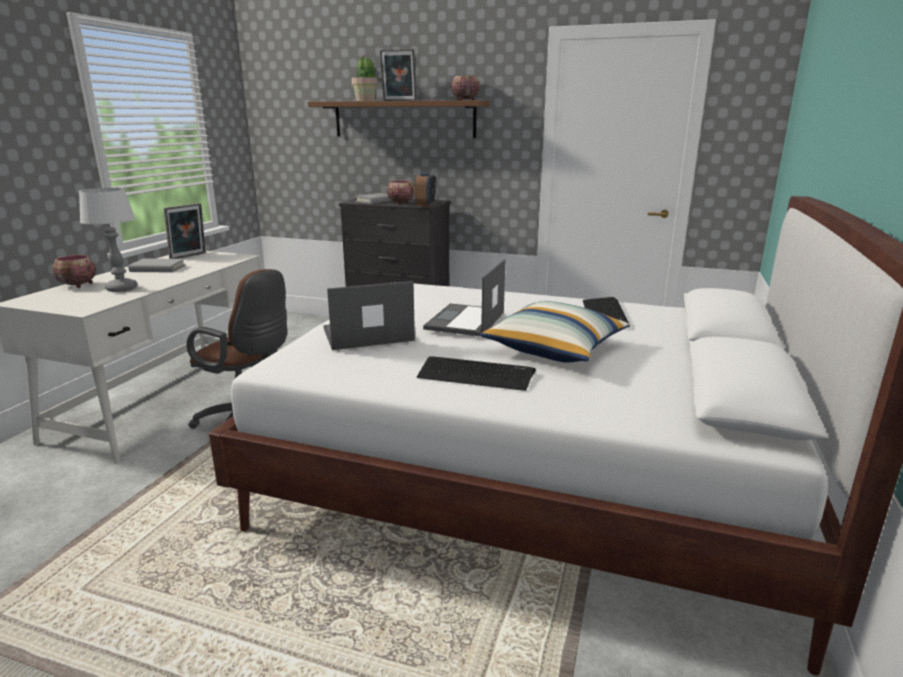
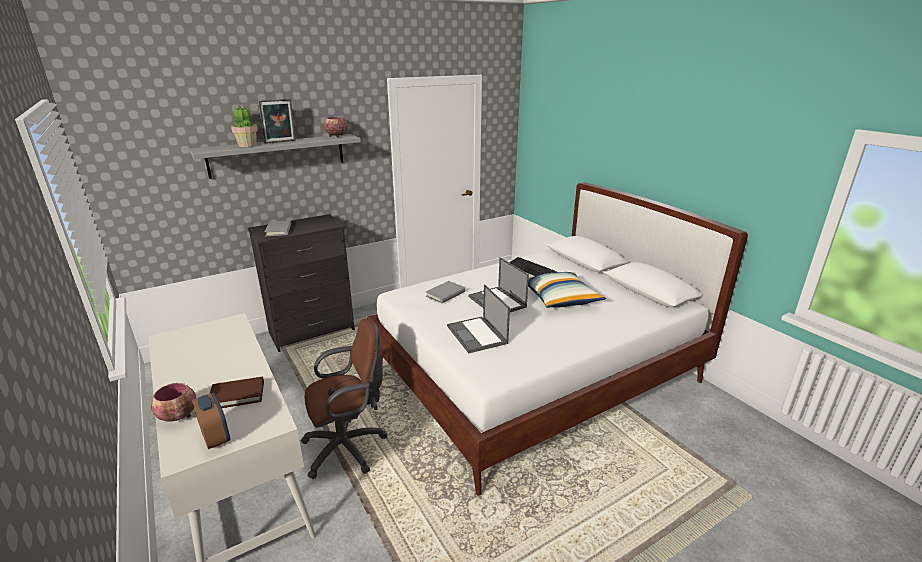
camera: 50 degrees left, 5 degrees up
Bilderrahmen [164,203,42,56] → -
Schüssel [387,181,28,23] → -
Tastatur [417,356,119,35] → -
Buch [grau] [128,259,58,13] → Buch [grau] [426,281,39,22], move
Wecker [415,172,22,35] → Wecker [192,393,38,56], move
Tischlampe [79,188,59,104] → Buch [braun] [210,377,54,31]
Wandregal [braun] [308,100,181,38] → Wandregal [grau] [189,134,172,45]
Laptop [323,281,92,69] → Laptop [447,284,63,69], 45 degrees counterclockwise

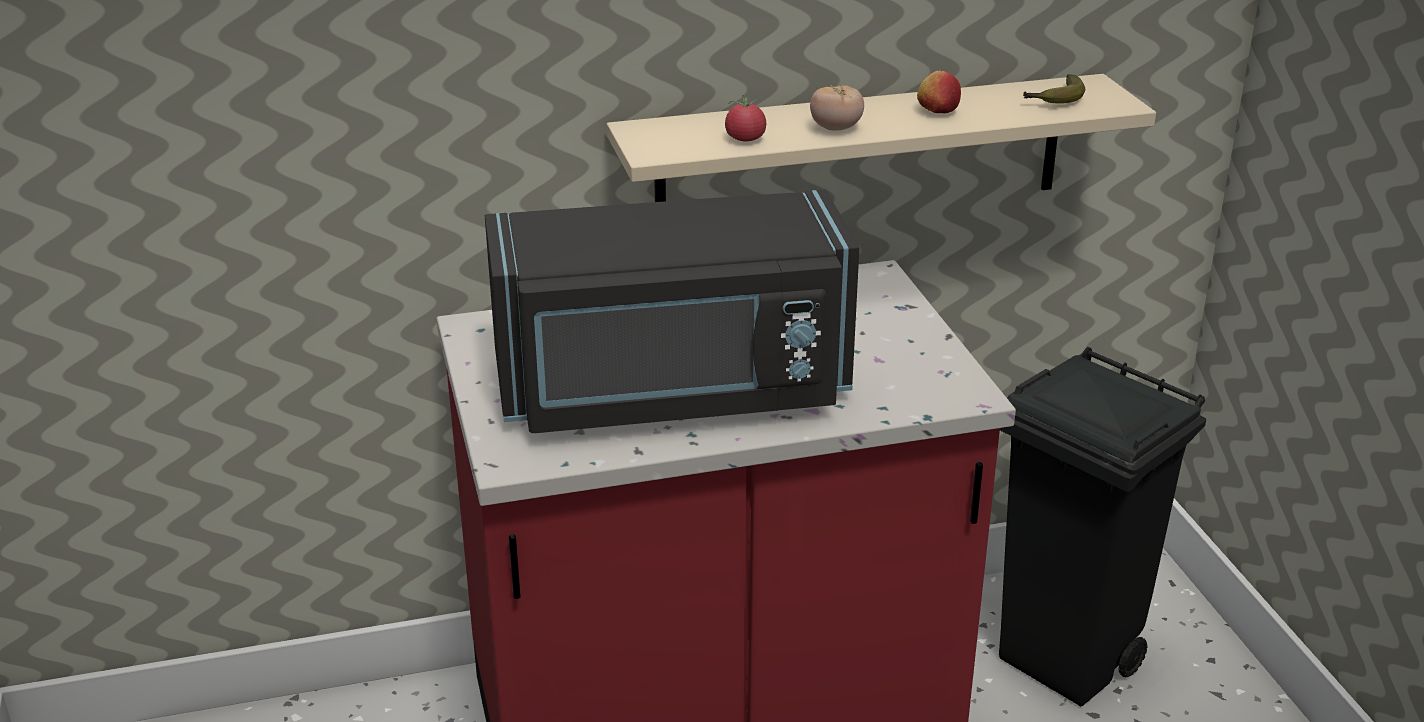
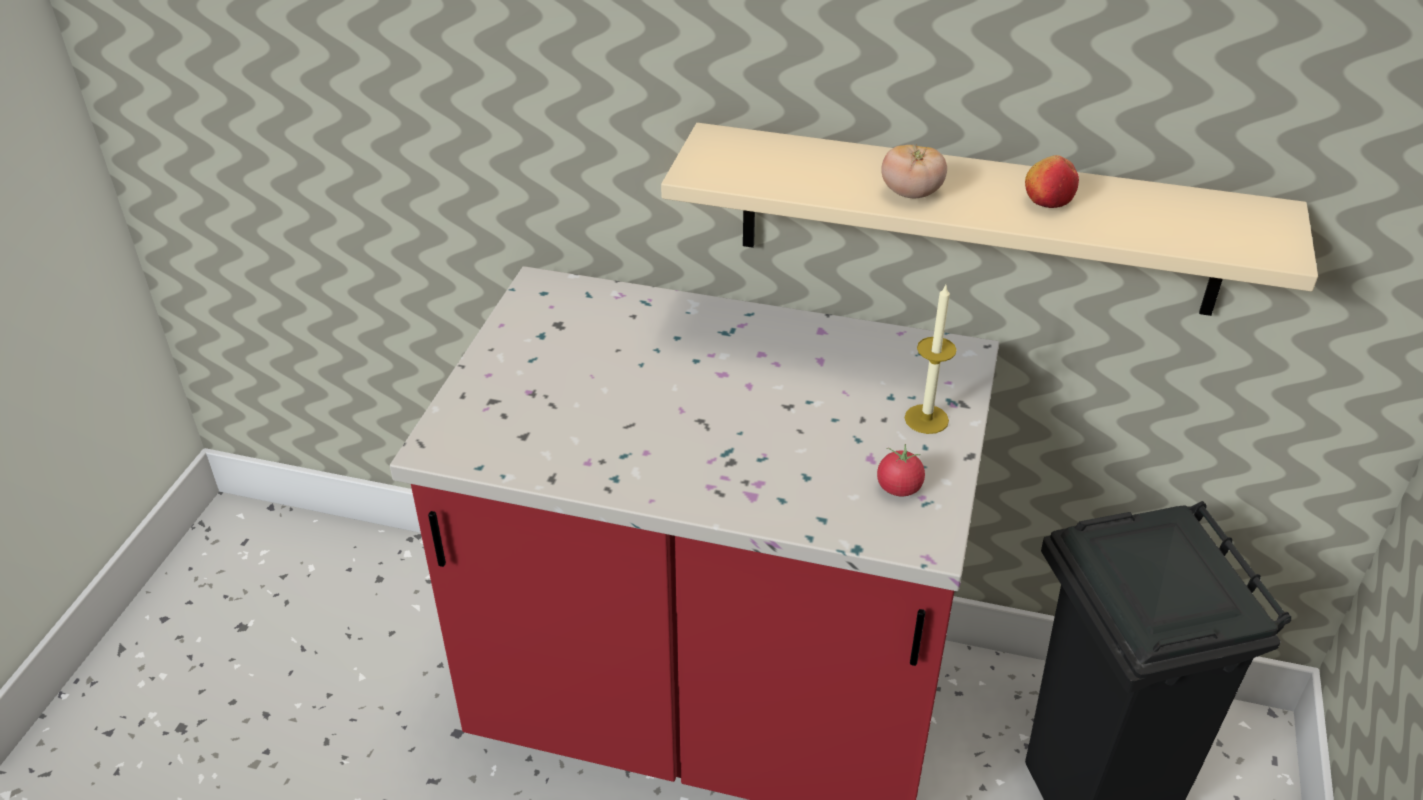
camera: 30 degrees right, 10 degrees up
Mikrowelle [schwarz] [485,190,374,243] → -
Banane [1023,74,62,30] → -
- → Kerze [905,285,52,149]
Tomate [725,95,41,46] → Tomate [877,444,48,52], move

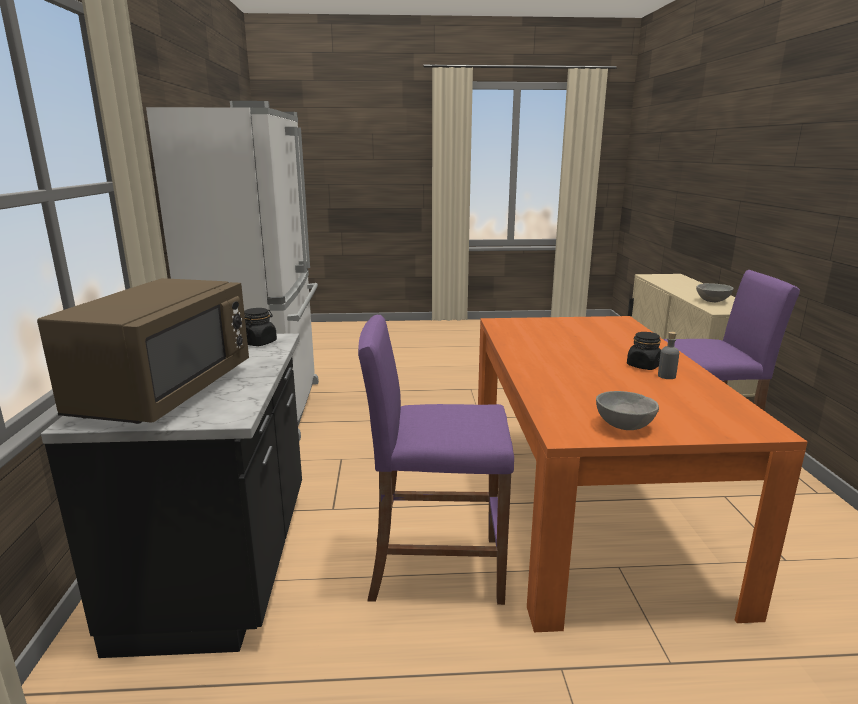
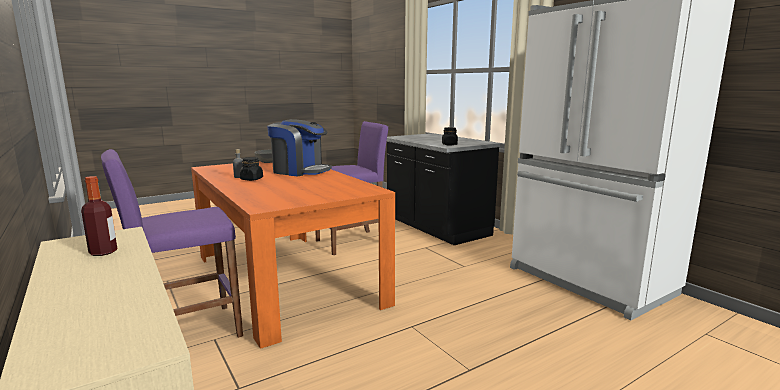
camera: 150 degrees right, 5 degrees down
Mikrowelle [braun] [37,278,212,146] → -
- → Kaffeemaschine [267,119,65,57]
Schüssel [grau] [696,283,38,19] → Flasche [81,176,36,80]

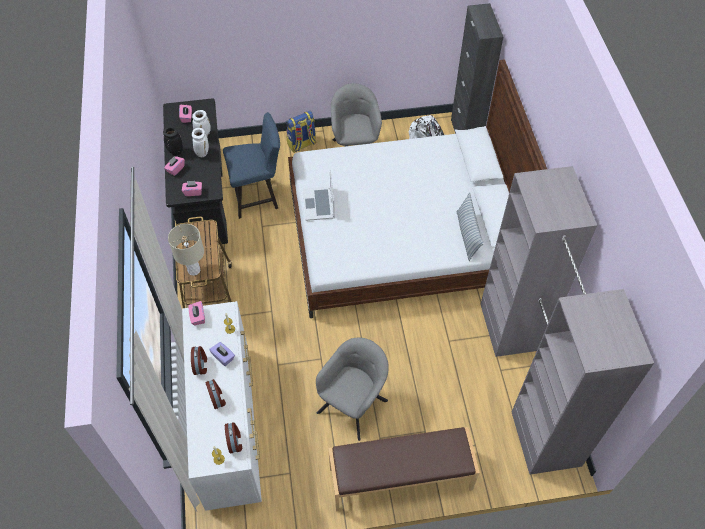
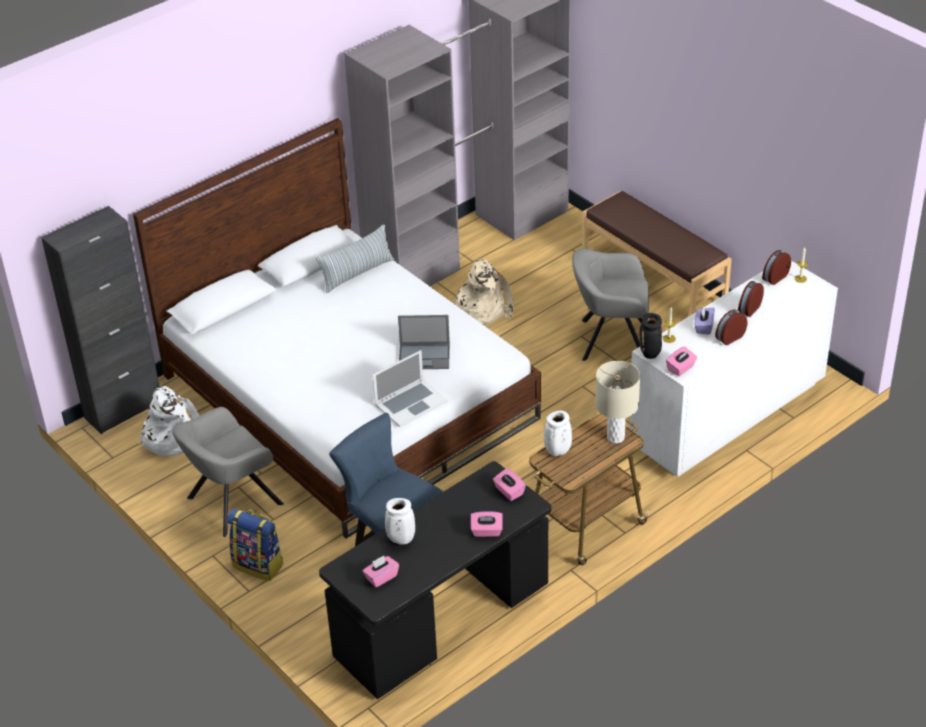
camera: 120 degrees left, 15 degrees down
- → Laptop [398,315,52,54]
- → Rucksack [beige] [454,259,60,66]
Vase [schwarz] [163,127,20,28] → Vase [schwarz] [640,313,22,46], move
Vase [weiß] [192,128,17,29] → Vase [weiß] [544,410,28,46], move

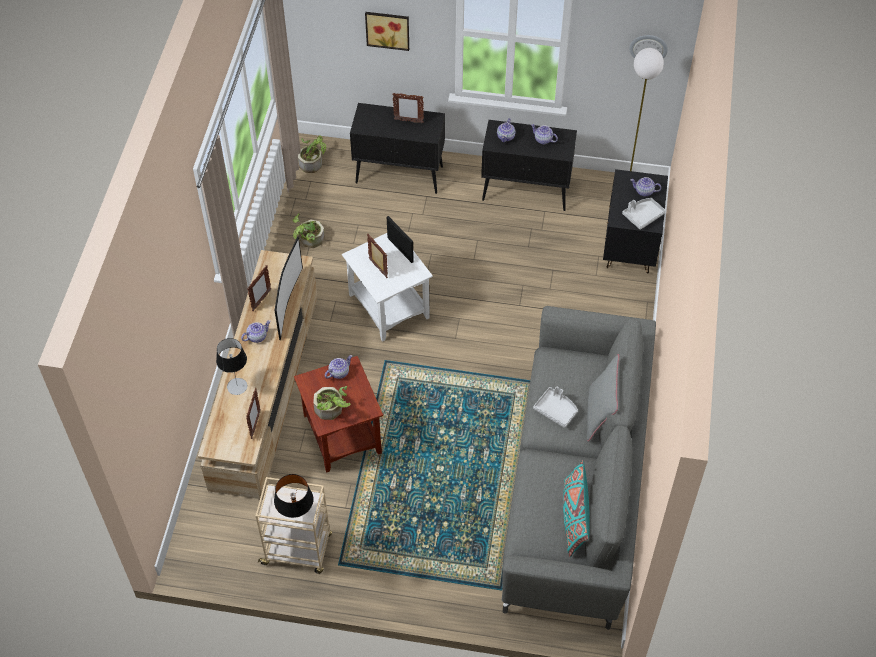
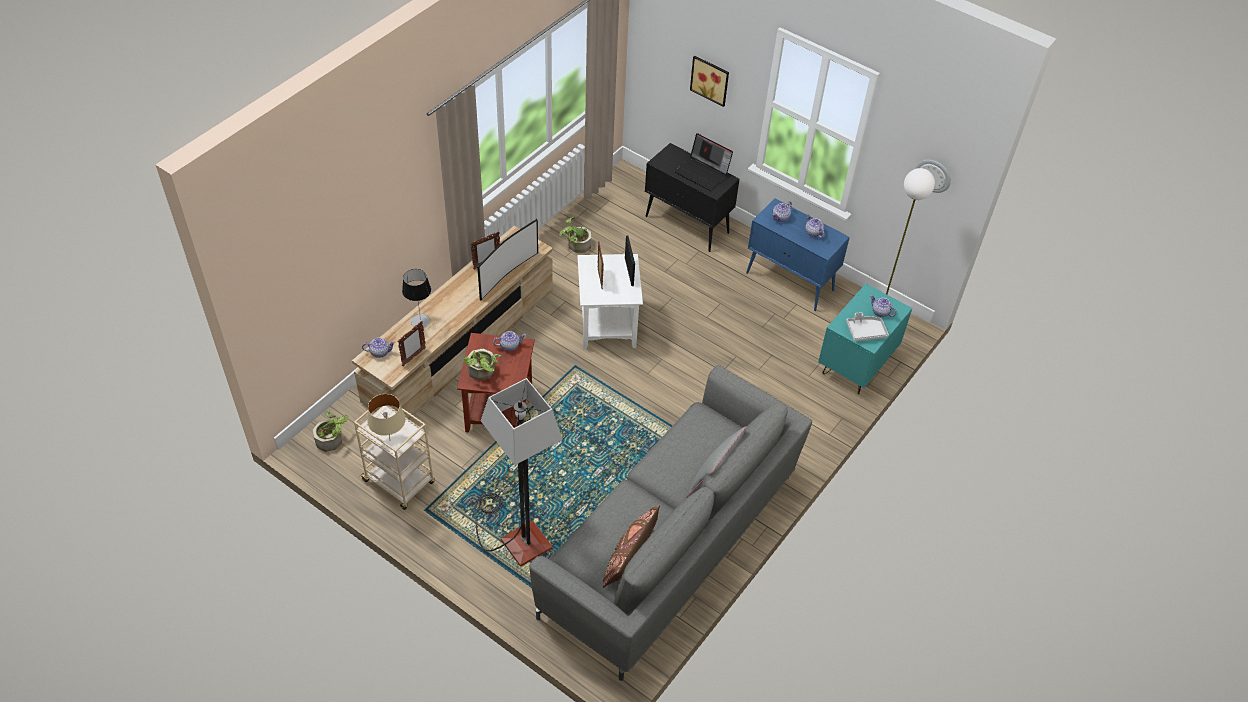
camera: 25 degrees right, 5 degrees down
Tablett [grau] [533,387,45,41] → -
- → Stehlampe [474,378,89,189]
Teekanne [241,320,30,23] → Teekanne [362,338,33,20], move
Topfpflanze [298,135,28,38] → Topfpflanze [313,410,36,42], move
Bilderrahmen [392,93,32,30] → Laptop [675,133,58,58]
Tischlampe [schwarz] [274,474,39,44] → Tischlampe [beige] [367,394,39,44]
Schrank [schwarz] [481,120,96,91] → Schrank [blau] [746,198,104,113]
Kissen [türkis] [563,460,27,97] → Kissen [braun] [603,505,57,83]
Nachttisch [schwarz] [603,169,65,104] → Nachttisch [türkis] [818,284,94,110]

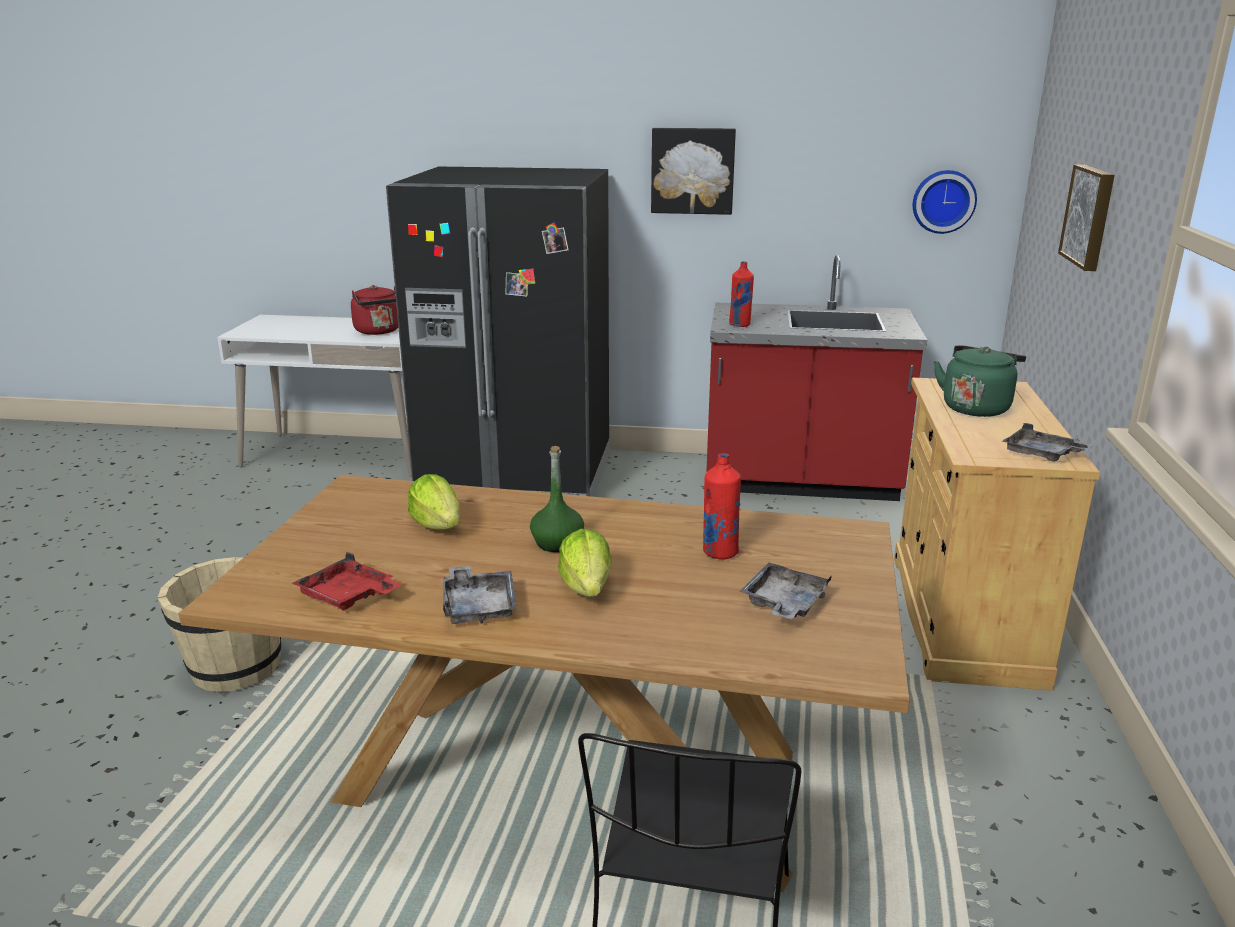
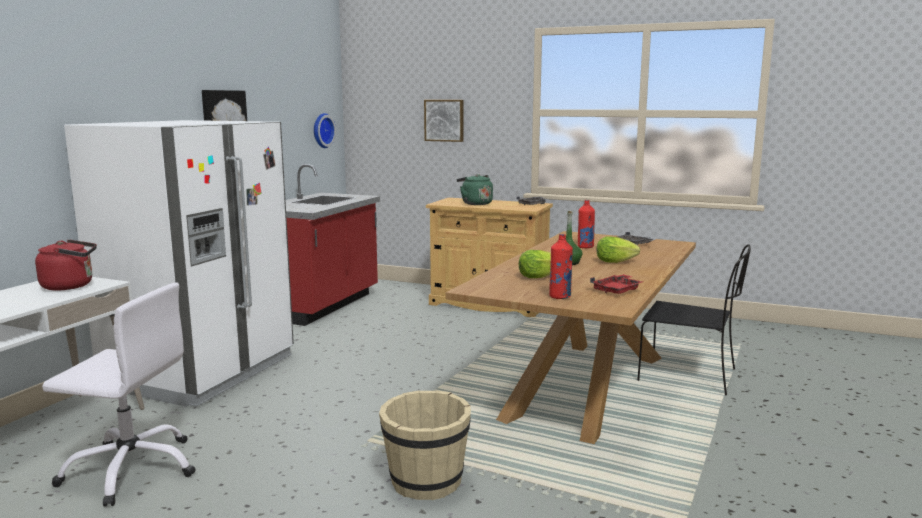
camera: 75 degrees left, 10 degrees down
Tablett [grau] [443,566,74,58] → -
- → Bürostuhl [weiß] [42,283,154,224]
Flasche [rot] [729,262,25,65] → Flasche [rot] [549,234,24,65], move
Kühlschrank [schwarz] [386,167,223,330] → Kühlschrank [weiß] [64,120,230,287]

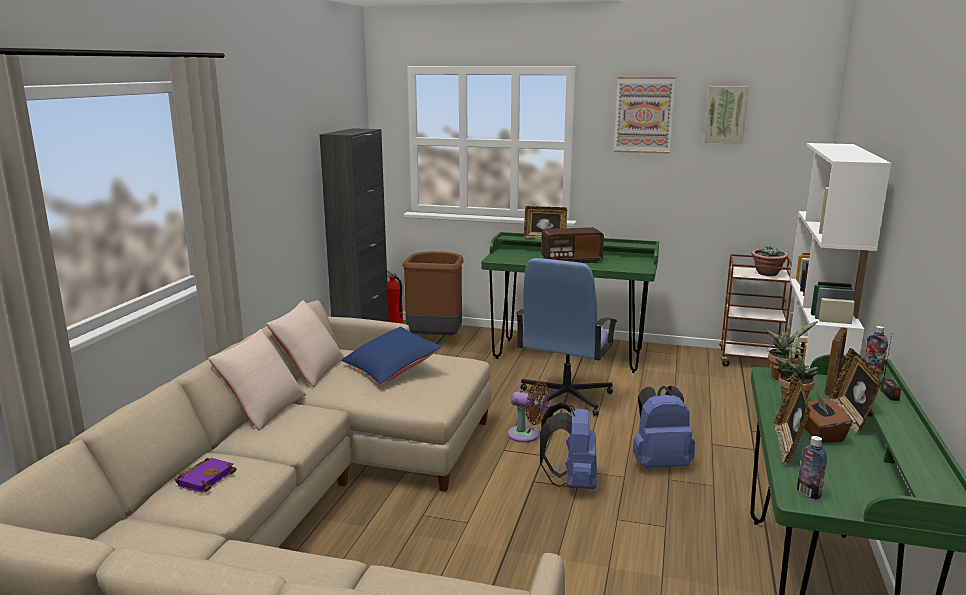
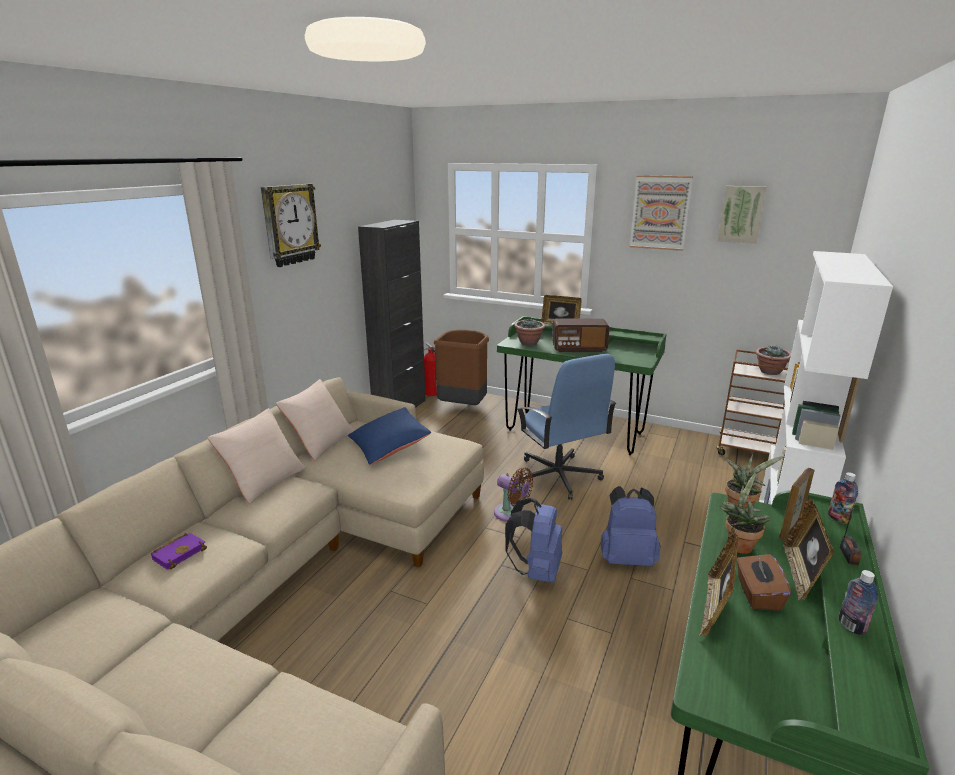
camera: 10 degrees right, 5 degrees up
- → Wanduhr [261,184,60,83]
- → Topfpflanze [514,318,31,27]
Flasche [797,436,30,64] → Flasche [839,570,39,66], move
Bürostuhl [blau] [516,258,102,158] → Bürostuhl [blau] [516,354,100,146], 60 degrees counterclockwise

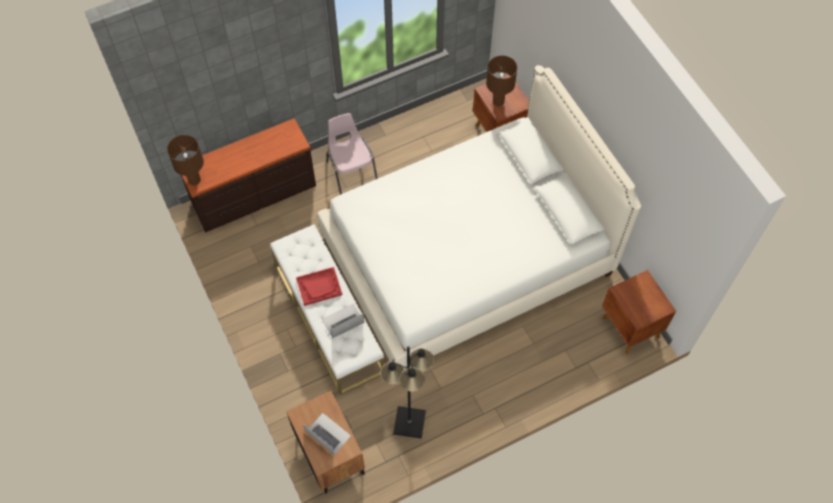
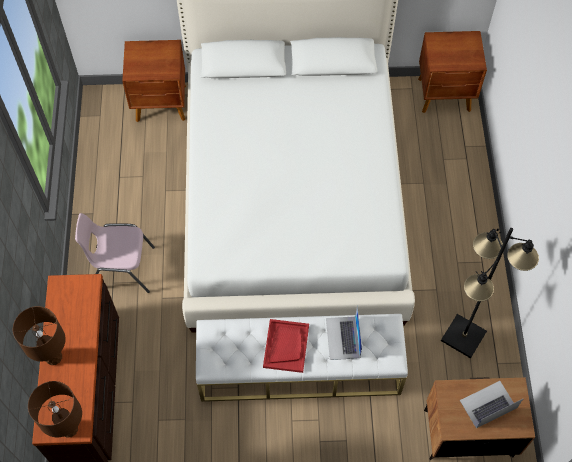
camera: 65 degrees left, 0 degrees up
Tischlampe [braun] [486,55,31,51] → Tischlampe [braun] [13,306,53,59], move

